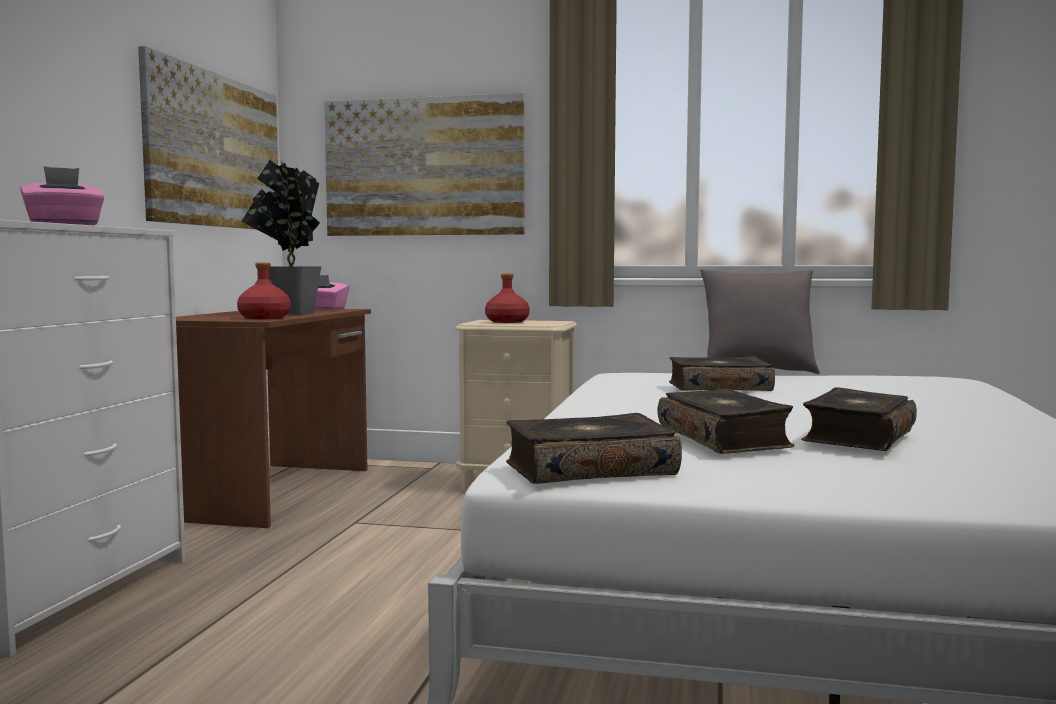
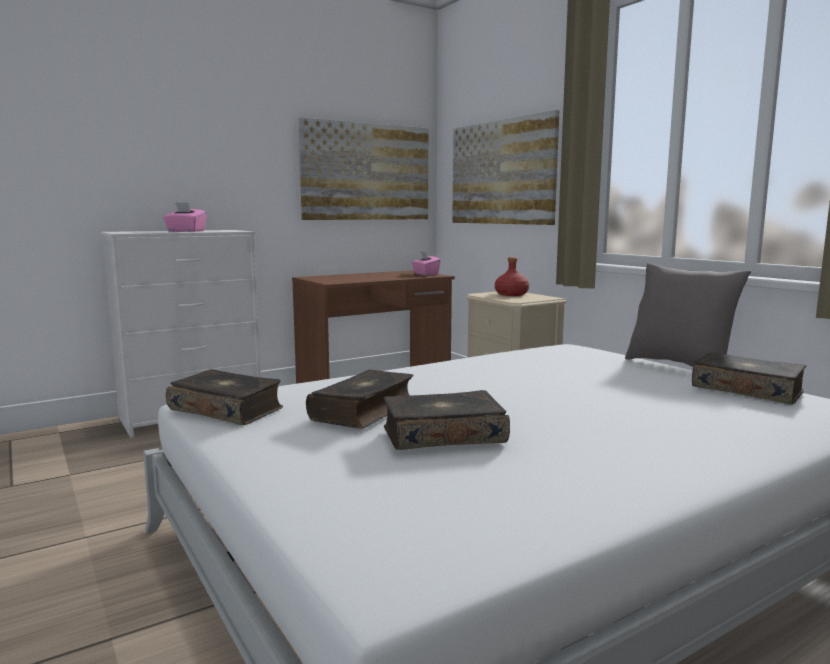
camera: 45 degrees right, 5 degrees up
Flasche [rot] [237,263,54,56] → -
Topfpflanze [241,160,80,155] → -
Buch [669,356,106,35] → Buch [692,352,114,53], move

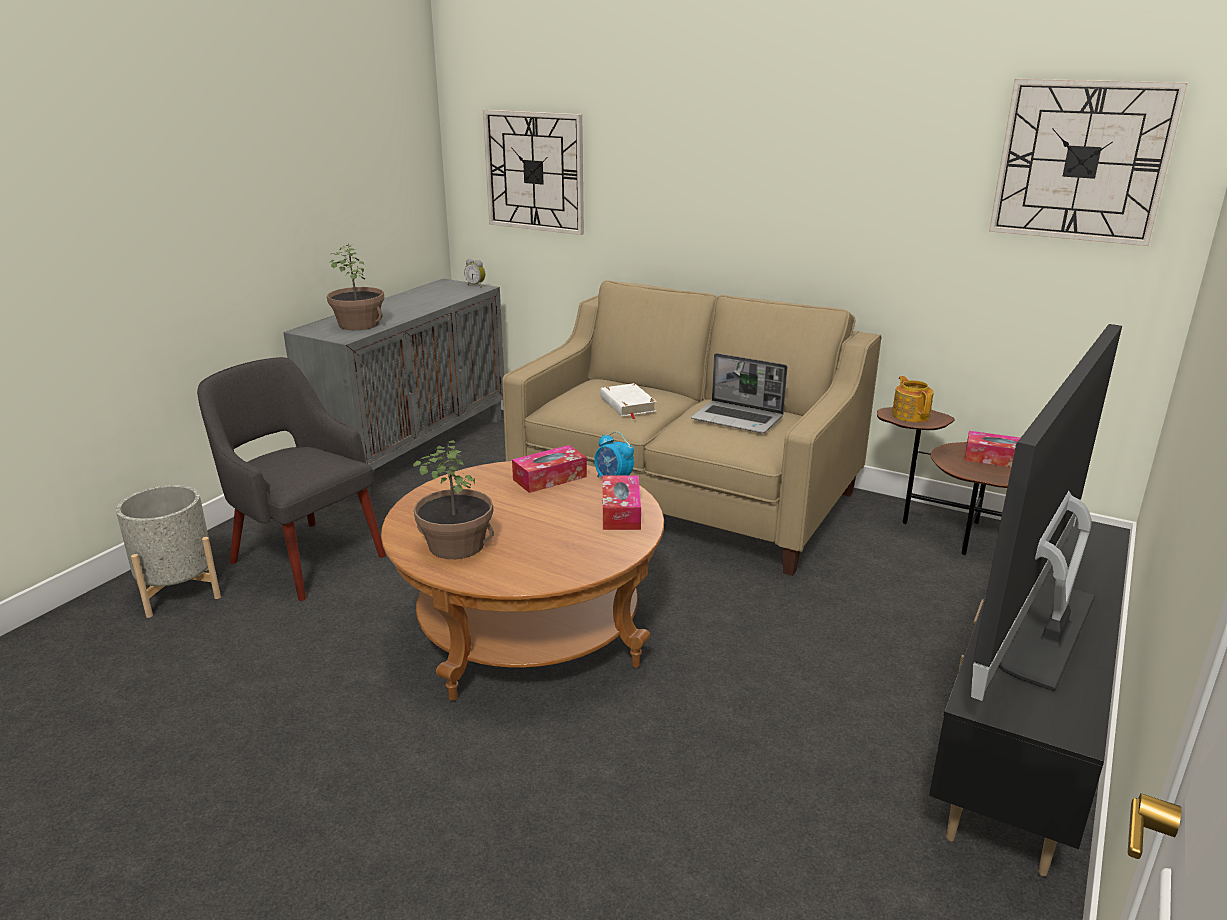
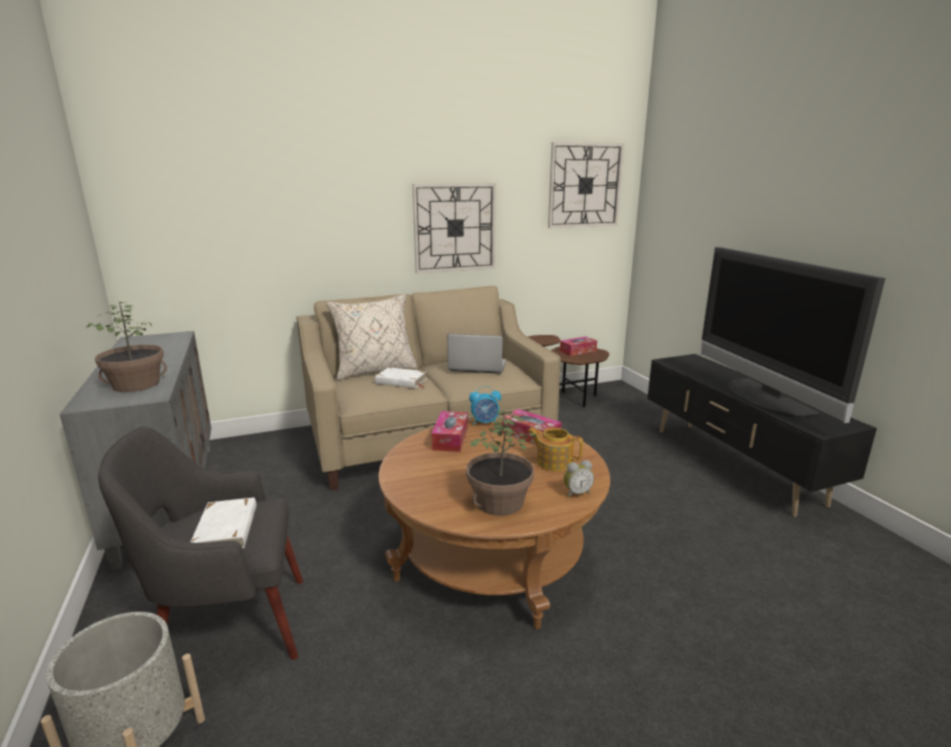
camera: 50 degrees left, 5 degrees down
- → Buch [weiß] [191,497,65,51]
- → Kissen [beige] [326,294,92,86]
Wecker [464,259,21,28] → Wecker [564,460,30,38], move
Wanduhr [483,110,101,125] → Wanduhr [412,183,84,90], move
Teekanne [892,376,42,46] → Teekanne [528,427,55,44], move
Laptop [691,353,96,80] → Laptop [447,334,59,40], 150 degrees counterclockwise

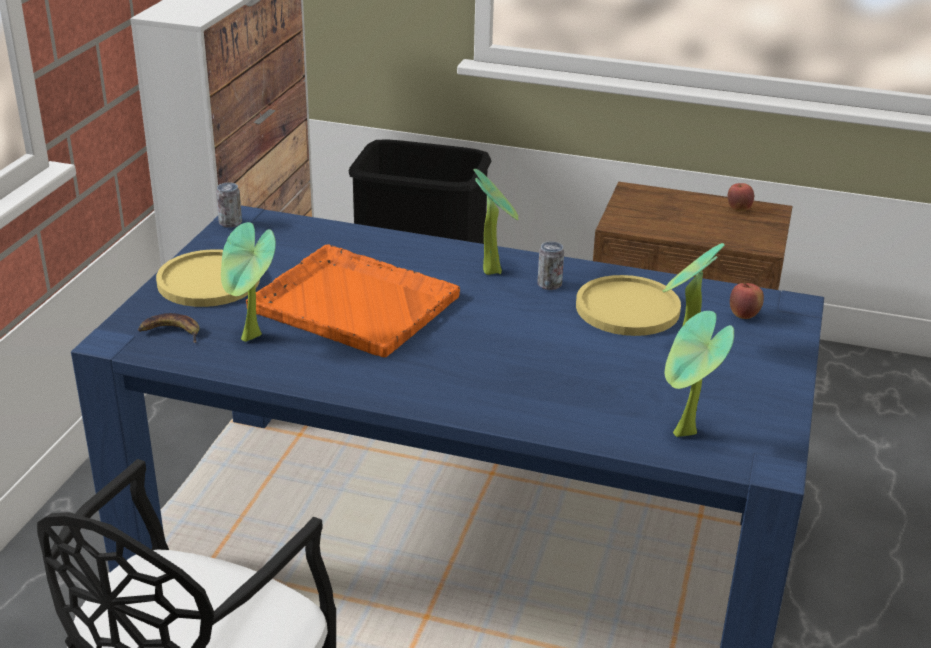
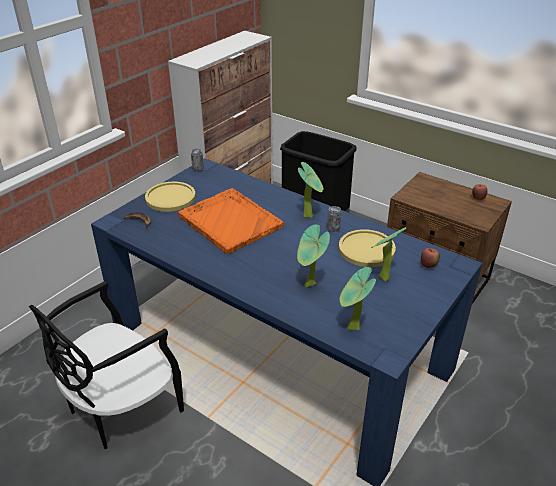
camera: 20 degrees right, 5 degrees up
Topfpflanze [221,222,55,120] → Topfpflanze [297,225,33,62], move

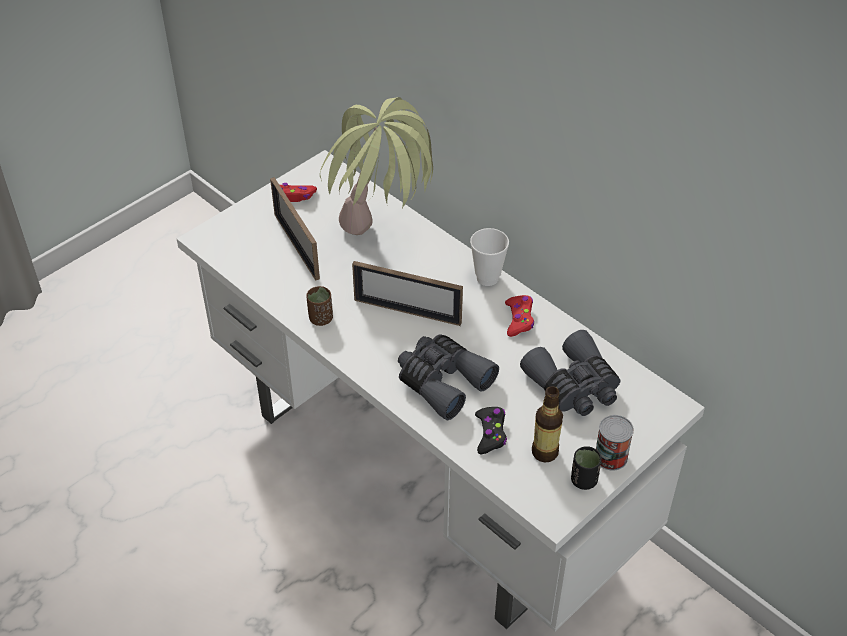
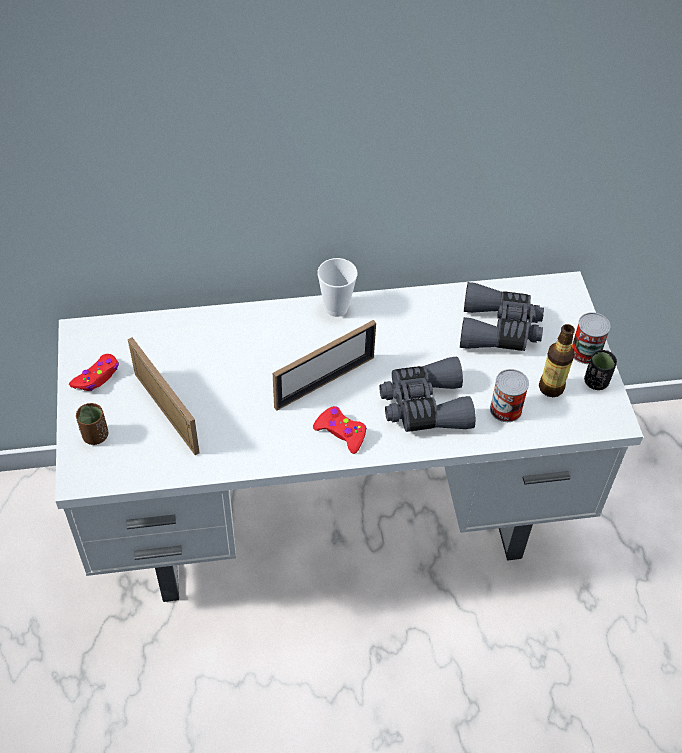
camera: 55 degrees left, 5 degrees up
Topfpflanze [320,97,113,138] → -
Tasse [braun] [306,286,27,40] → Tasse [braun] [76,403,32,42], move
Gamepad [rot] [505,295,29,42] → Gamepad [rot] [313,406,54,48], move
Gamepad [schwarz] [475,407,32,48] → Dose [490,369,39,53]
Bilderrahmen [270,177,50,103] → Bilderrahmen [128,338,72,117], 135 degrees counterclockwise

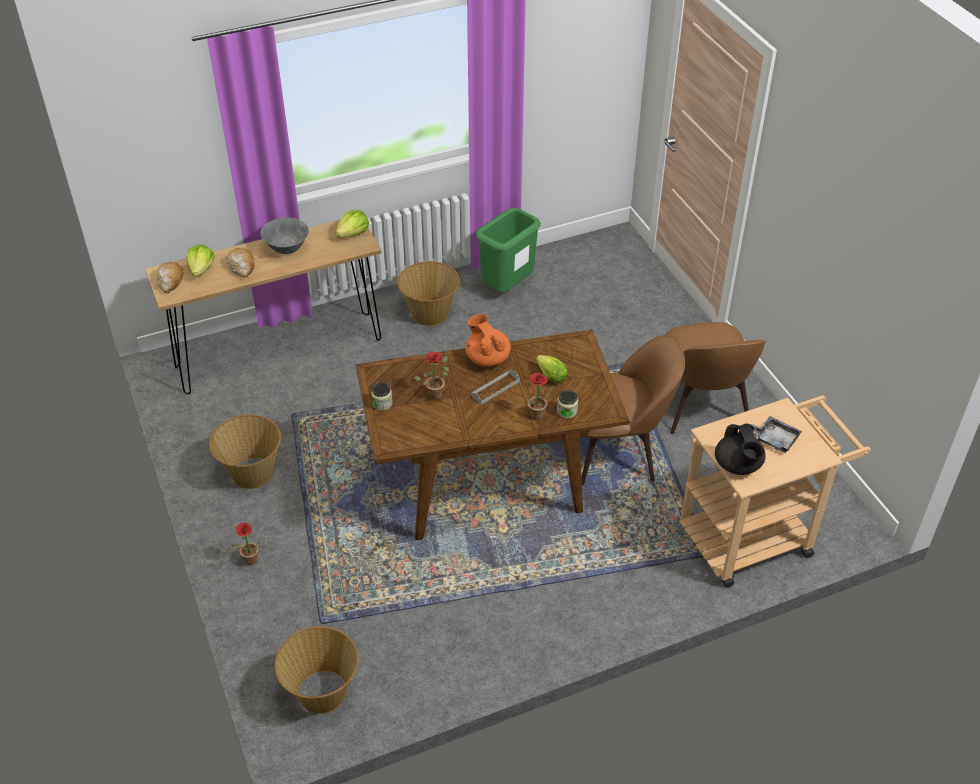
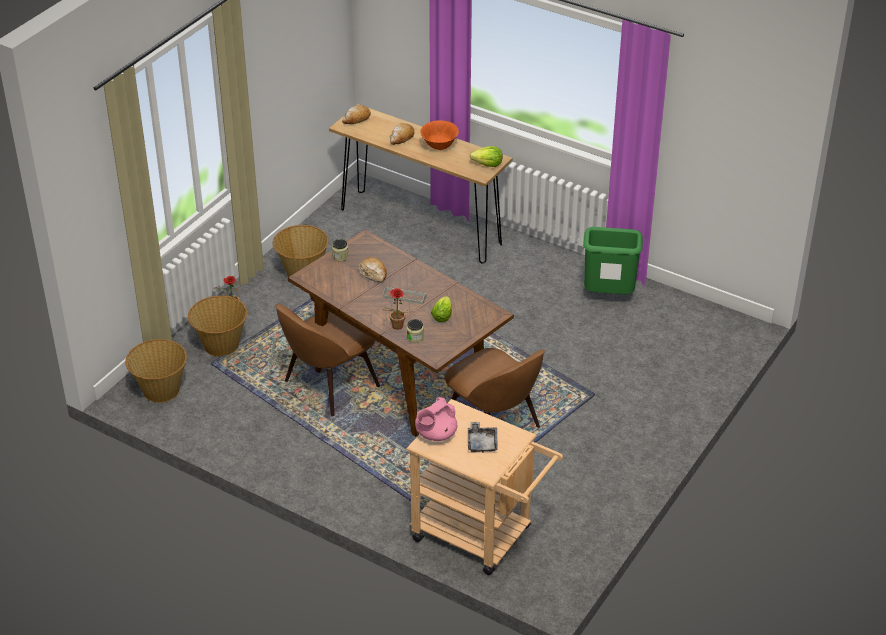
camera: 55 degrees right, 5 degrees down
Salatkopf [186,244,29,33] → -
Teekanne [orange] [465,314,46,53] → -
Korb [397,261,63,65] → Korb [188,296,59,61], move
Stuhl [braun] [665,322,101,112] → Stuhl [braun] [275,304,105,112], move
Topfpflanze [414,352,35,48] → Brot [359,257,28,26]
Schüssel [grau] [261,217,48,37] → Schüssel [orange] [420,120,39,30]
Teekanne [schwarz] [715,423,51,52] → Teekanne [rosa] [415,397,42,44]

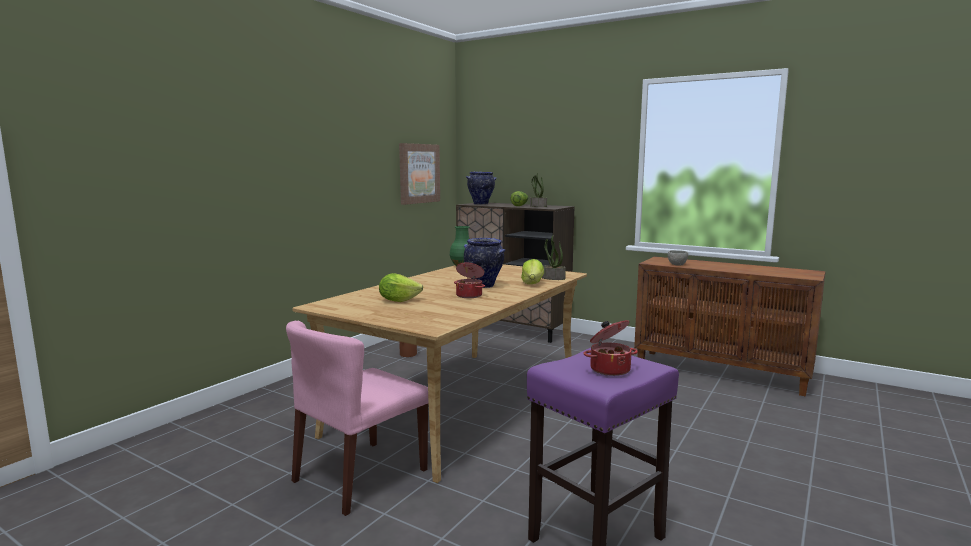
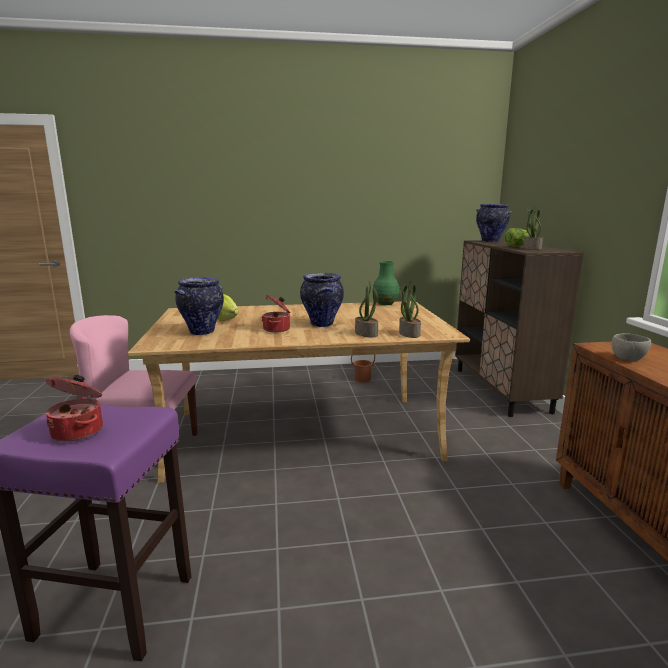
camera: 50 degrees right, 5 degrees up
Bild [399,143,41,62] → -
- → Vase [174,277,50,58]
Salatkopf [521,259,23,25] → Topfpflanze [355,281,24,56]

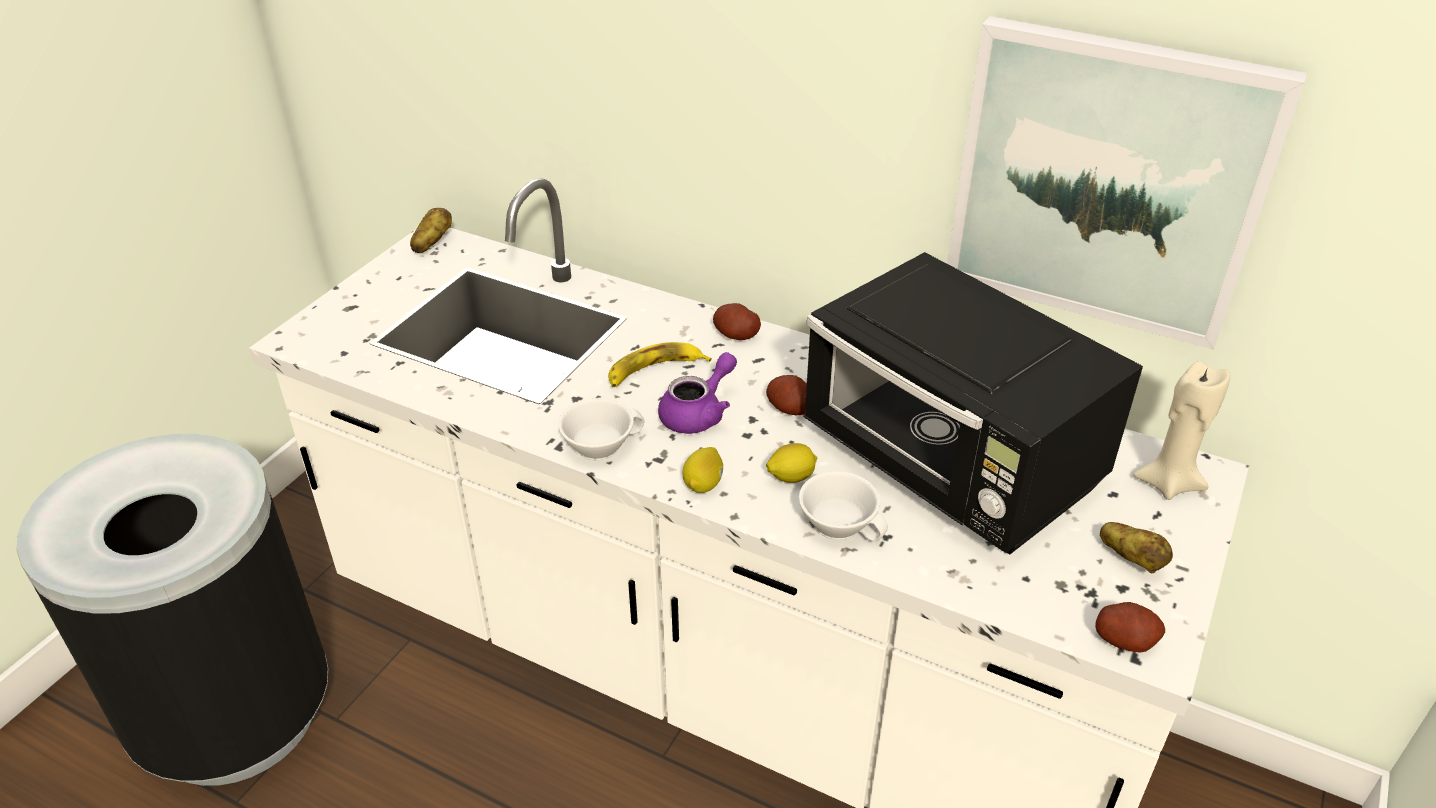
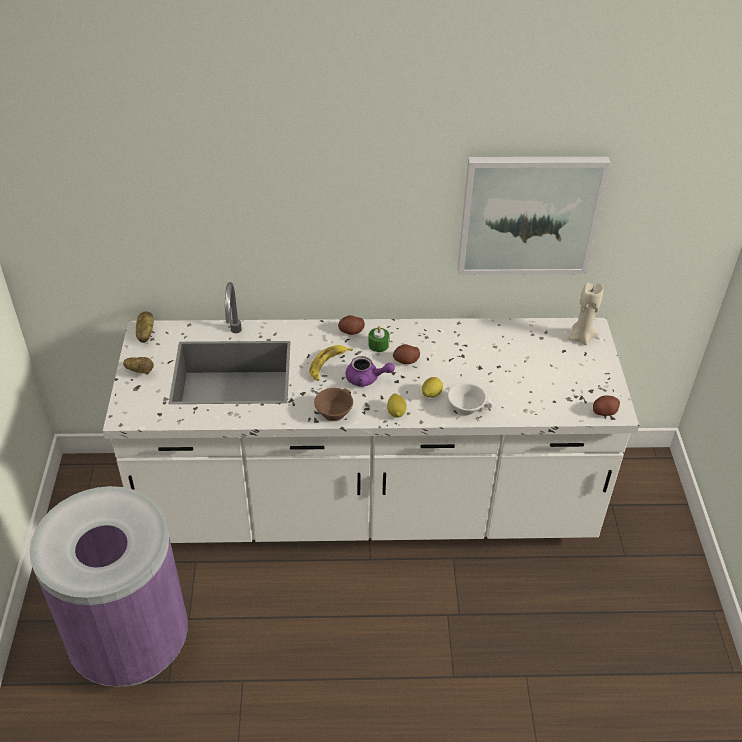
camera: 30 degrees left, 5 degrees up
Mikrowelle [schwarz] [803,252,340,303] → -
- → Kerze [grün] [368,326,22,26]
Kartoffel [1100,522,73,51] → Kartoffel [123,357,31,18], move
Mülleimer [schwarz] [17,434,311,352] → Mülleimer [lila] [29,486,159,201]
Tasse [weiß] [558,398,87,62] → Tasse [braun] [314,388,39,33]
Teekanne [lila] [658,352,79,82] → Teekanne [lila] [346,356,49,31], 90 degrees clockwise

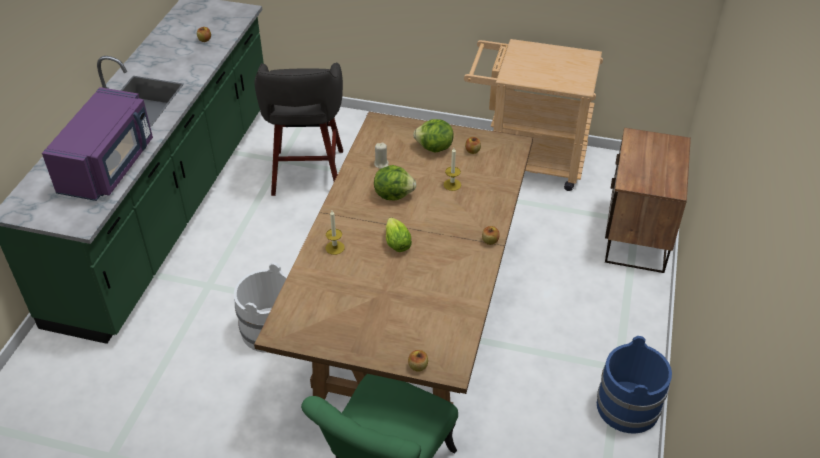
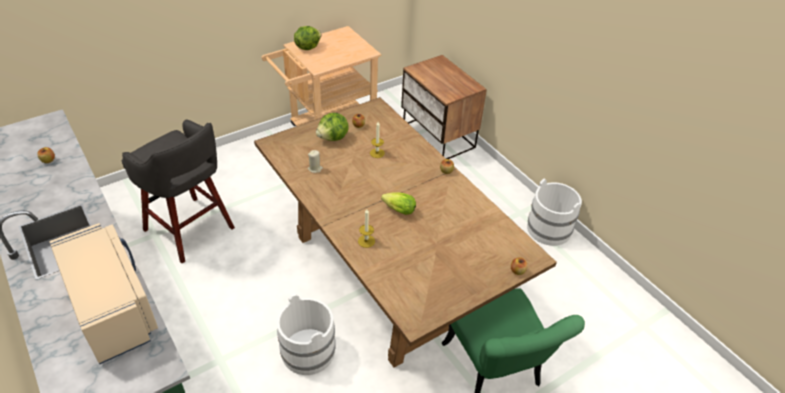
camera: 50 degrees left, 0 degrees up
Salatkopf [374,165,43,35] → Salatkopf [294,26,28,24], move
Mikrowelle [lila] [42,87,111,114] → Mikrowelle [beige] [49,223,109,141]
Eimer [blau] [597,336,75,98] → Eimer [weiß] [527,179,55,67]

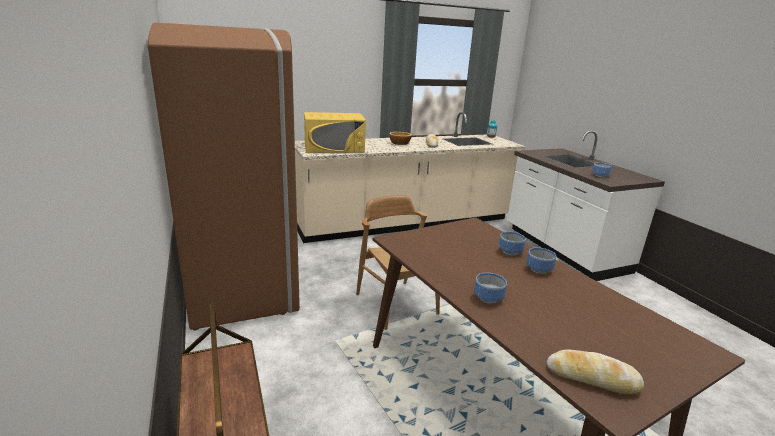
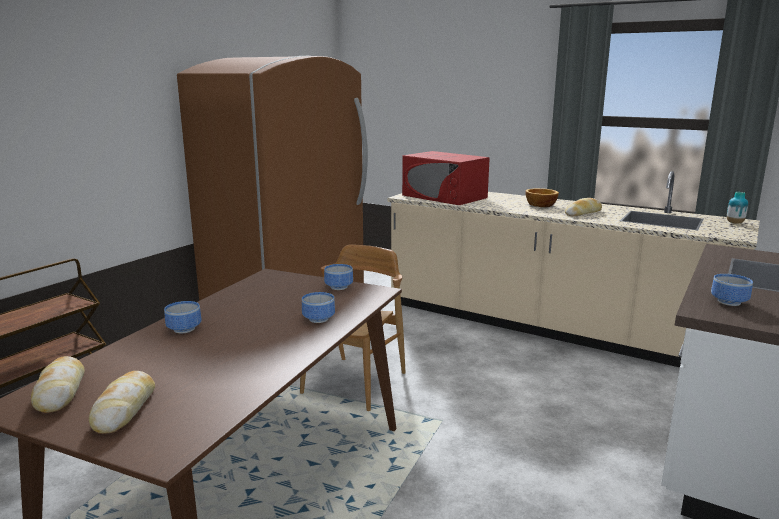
camera: 55 degrees right, 5 degrees down
- → Brot [89,371,66,63]
Schüssel [526,248,30,26] → Schüssel [324,264,29,26], move
Mikrowelle [gelb] [304,112,62,41] → Mikrowelle [rot] [402,151,88,54]

